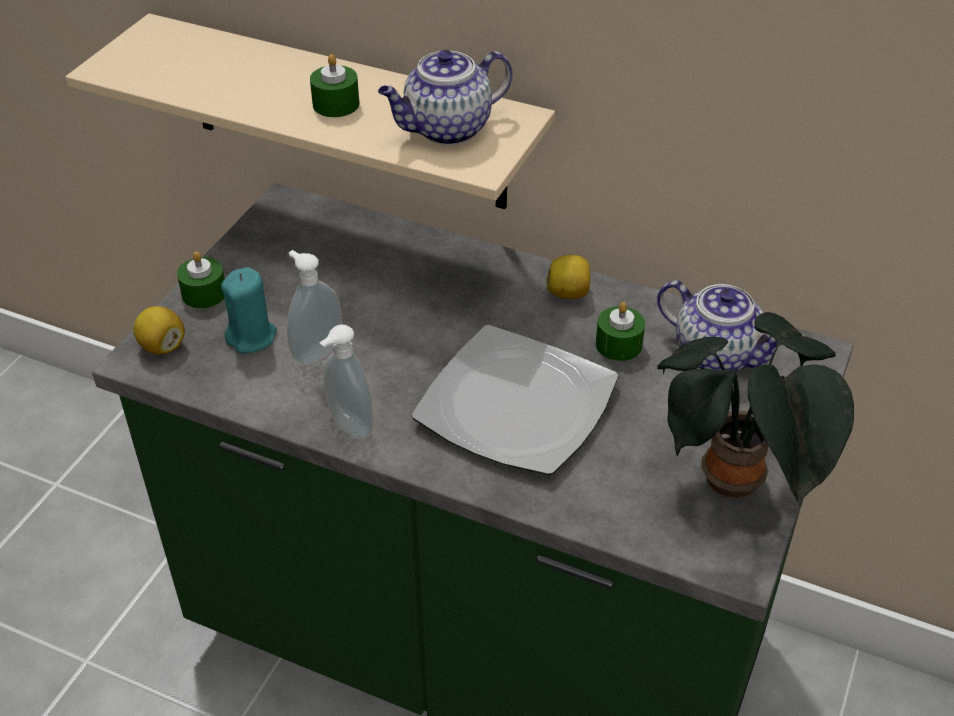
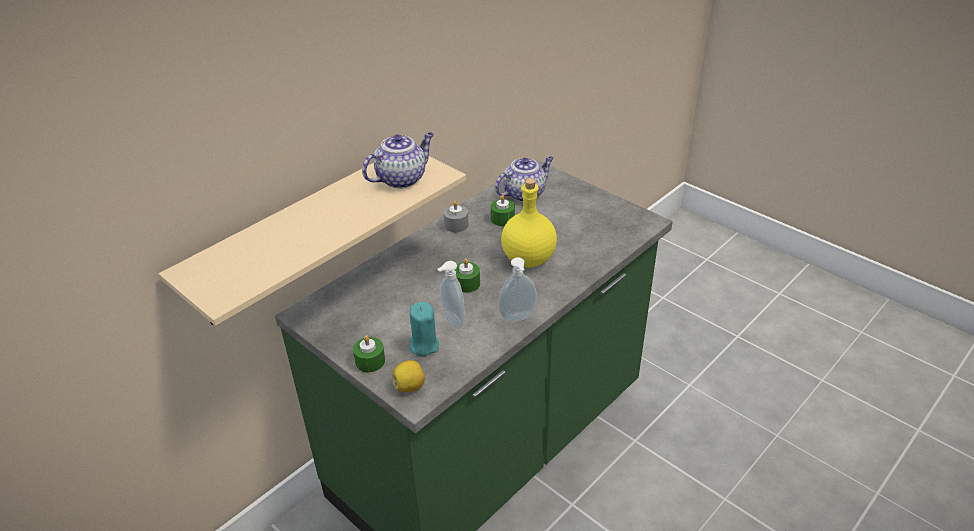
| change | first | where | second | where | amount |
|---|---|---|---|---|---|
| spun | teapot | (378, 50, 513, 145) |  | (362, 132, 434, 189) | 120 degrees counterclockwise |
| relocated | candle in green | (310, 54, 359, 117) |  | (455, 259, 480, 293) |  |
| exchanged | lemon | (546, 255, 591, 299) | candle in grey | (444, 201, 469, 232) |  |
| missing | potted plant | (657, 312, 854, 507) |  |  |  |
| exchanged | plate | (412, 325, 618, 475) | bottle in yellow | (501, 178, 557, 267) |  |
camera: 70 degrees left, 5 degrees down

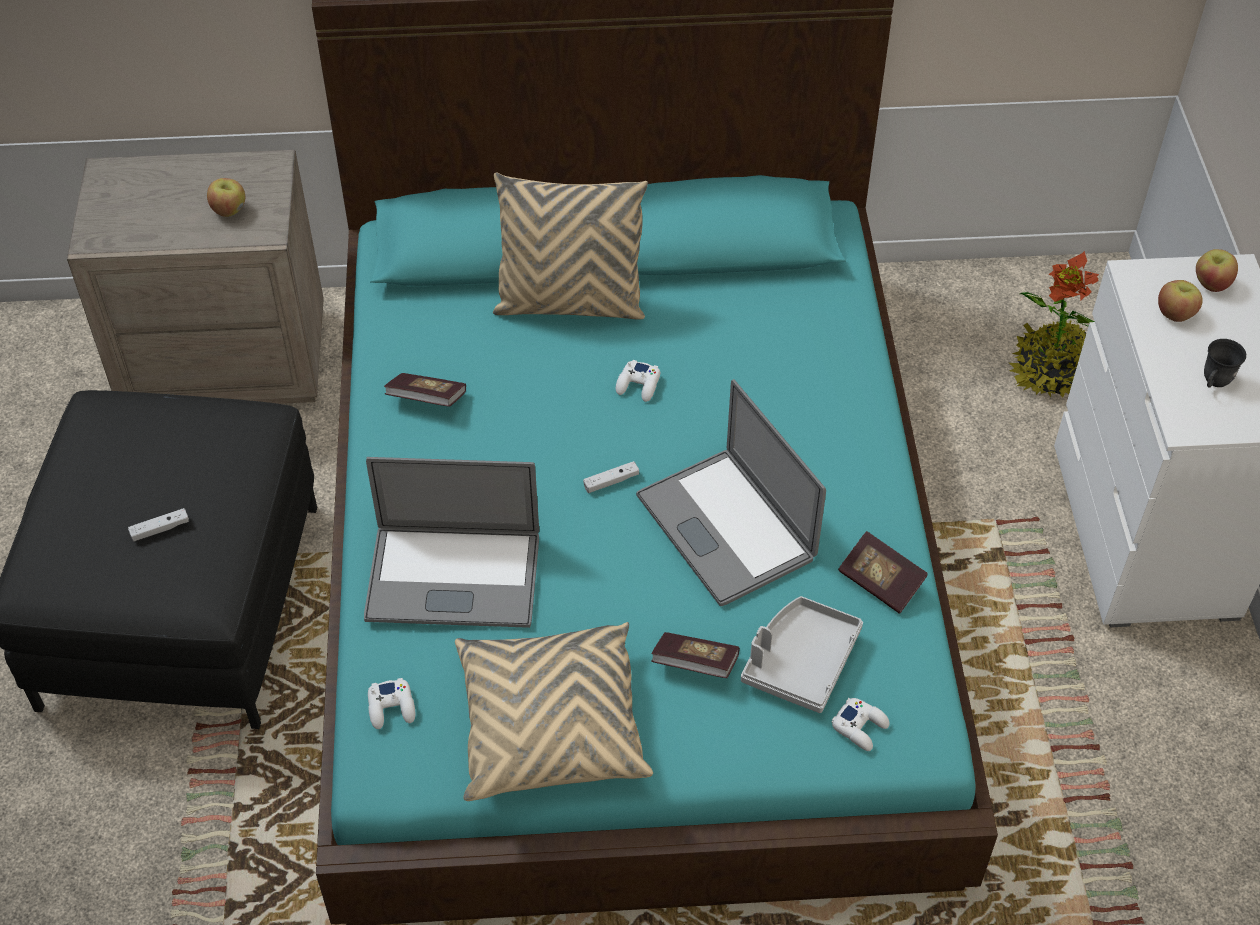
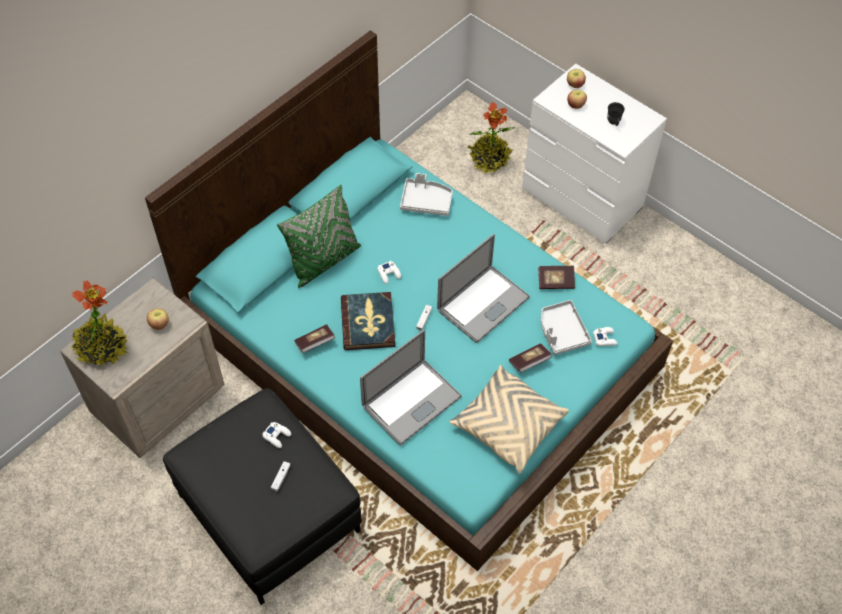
| change | first | where | second | where | amount |
|---|---|---|---|---|---|
| colour | pillow in beige | (493, 173, 648, 320) | pillow in green | (277, 185, 361, 288) |  |
| spun | laptop | (636, 379, 826, 606) |  | (437, 234, 530, 343) | 60 degrees counterclockwise |
| relocated | game controller in white | (368, 678, 415, 729) |  | (262, 422, 291, 448) |  |
| appeared |  |  | tray in grey | (400, 173, 453, 216) |  |
| appeared |  |  | potted plant | (71, 281, 129, 366) |  |
| appeared |  |  | book | (341, 292, 395, 350) |  |
camera: 45 degrees left, 5 degrees up

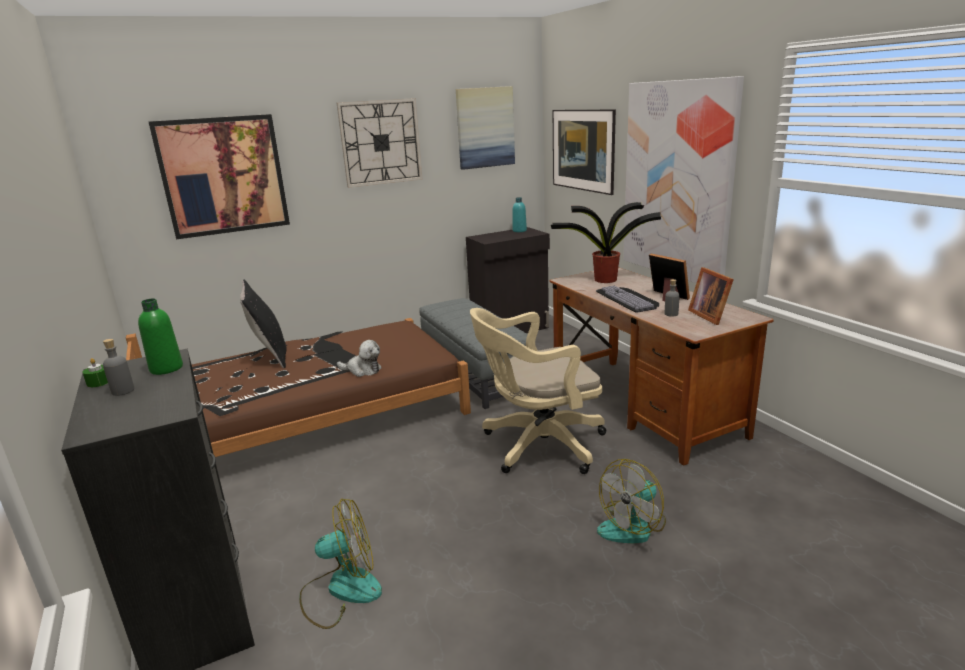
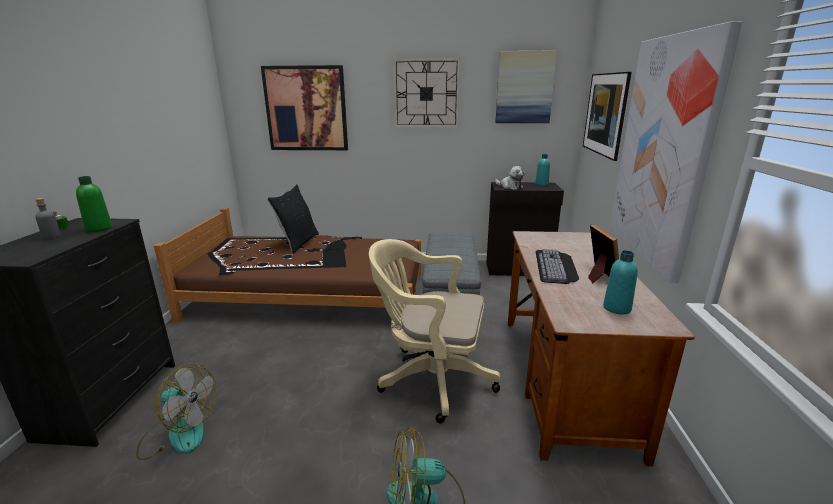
| change | first | where | second | where | amount |
|---|---|---|---|---|---|
| missing | potted plant | (551, 202, 661, 283) |  |  |  |
| exchanged | picture frame | (688, 267, 734, 325) | bottle in turquoise | (603, 250, 638, 314) |  |
| missing | bottle in grey | (665, 279, 680, 317) |  |  |  |
| relocated | plush toy | (337, 340, 382, 377) |  | (495, 166, 525, 189) |  |
camera: 30 degrees right, 0 degrees up

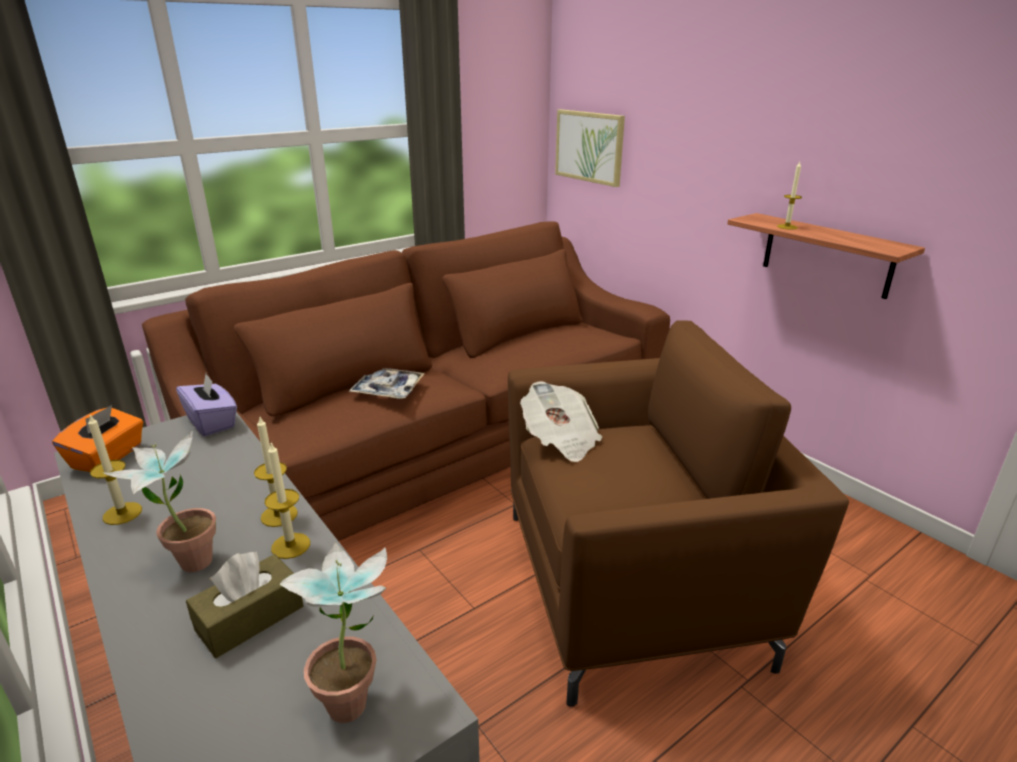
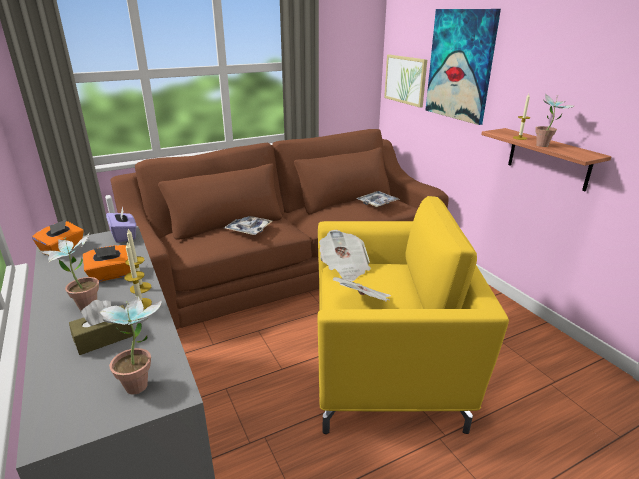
| change | first | where | second | where | amount |
|---|---|---|---|---|---|
| colour | armchair in brown | (508, 320, 849, 707) | armchair in yellow | (318, 196, 509, 434) |  |
| missing | candle | (88, 415, 142, 525) |  |  |  |
| appeared |  |  | picture | (426, 9, 501, 125) |  |
| appeared |  |  | potted plant | (535, 93, 574, 147) |  |
| appeared |  |  | tray | (356, 191, 400, 207) |  |
| appeared |  |  | tissue box in orange | (83, 245, 131, 282) |  |
| appeared |  |  | newspaper | (333, 277, 391, 302) |  |
camera: 10 degrees right, 0 degrees up

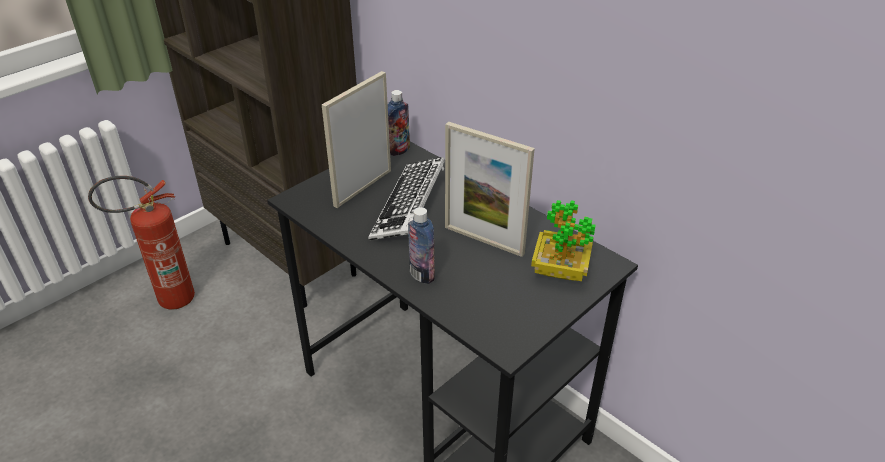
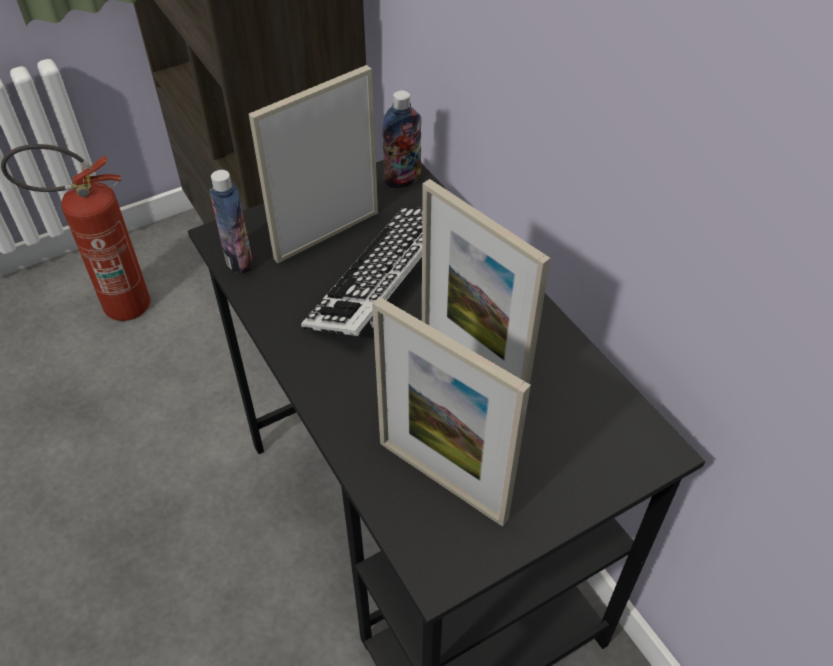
| change | first | where | second | where | amount |
|---|---|---|---|---|---|
| missing | potted plant | (531, 200, 596, 281) |  |  |  |
| relocated | bottle | (408, 207, 435, 284) |  | (209, 170, 253, 274) |  |
| appeared |  |  | picture frame | (372, 297, 531, 527) |  |
camera: 15 degrees right, 10 degrees up

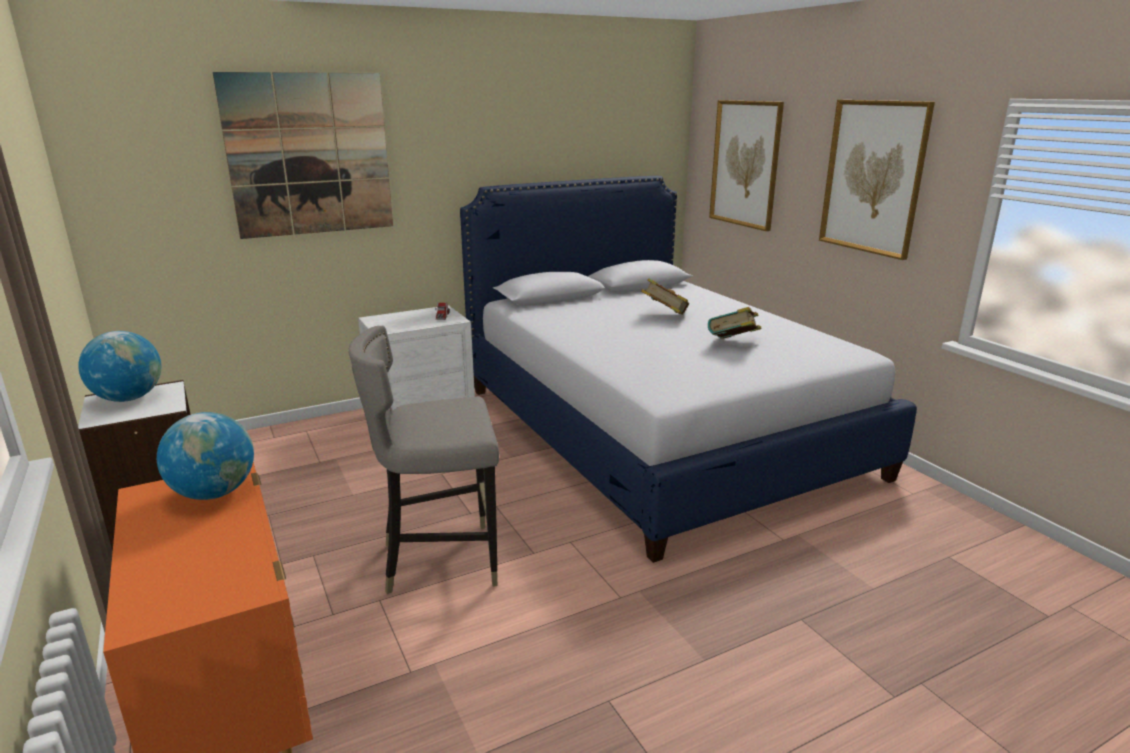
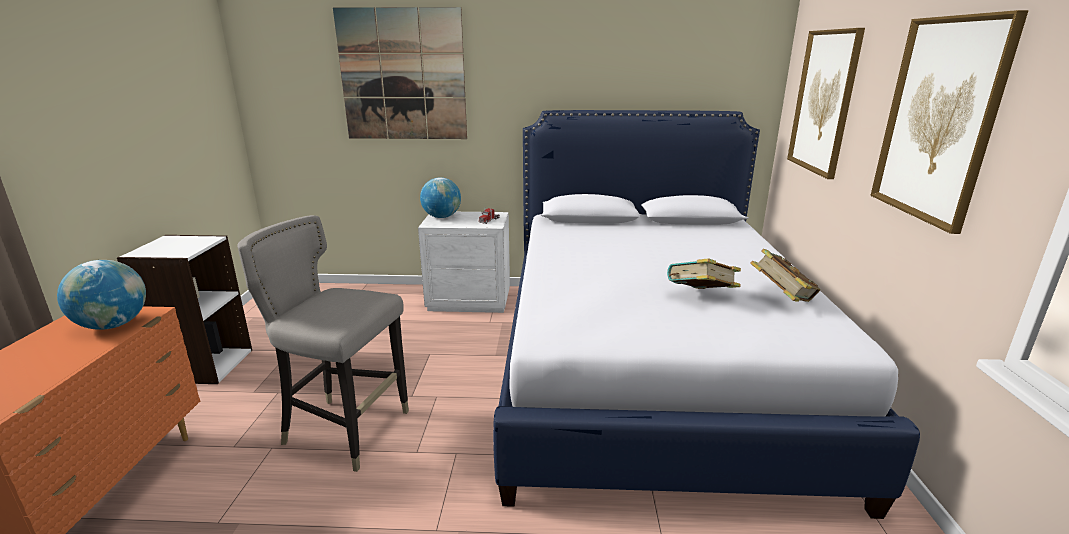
| change | first | where | second | where | amount |
|---|---|---|---|---|---|
| relocated | book | (641, 278, 689, 315) |  | (750, 249, 820, 302) |  |
| relocated | globe | (78, 331, 161, 402) |  | (420, 177, 461, 218) |  |
camera: 30 degrees right, 0 degrees up

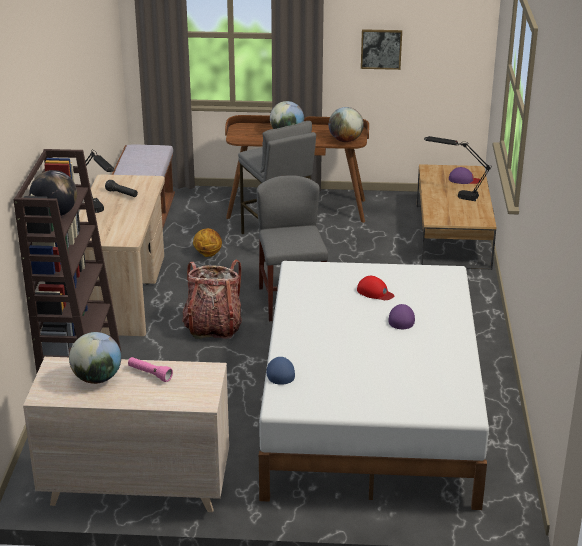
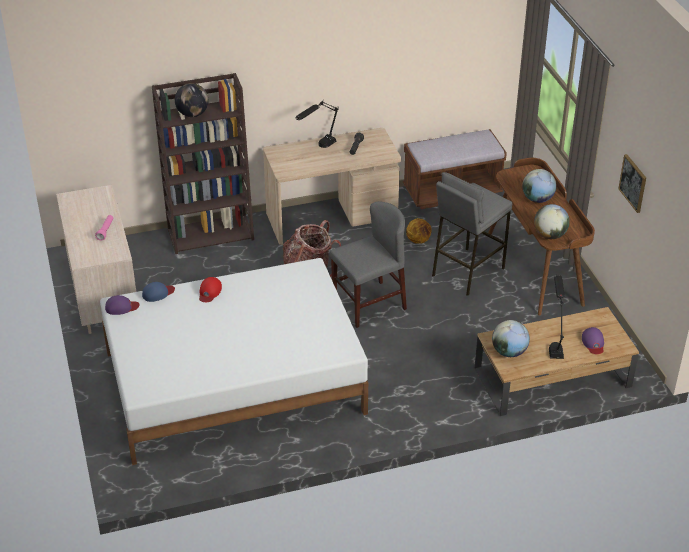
| change | first | where | second | where | amount |
|---|---|---|---|---|---|
| relocated | cap in red | (357, 276, 395, 300) |  | (199, 277, 222, 302) |  |
| relocated | cap in purple | (388, 304, 415, 329) |  | (105, 295, 140, 315) |  |
| relocated | globe | (69, 332, 121, 384) |  | (492, 320, 530, 357) |  |
camera: 70 degrees right, 10 degrees up

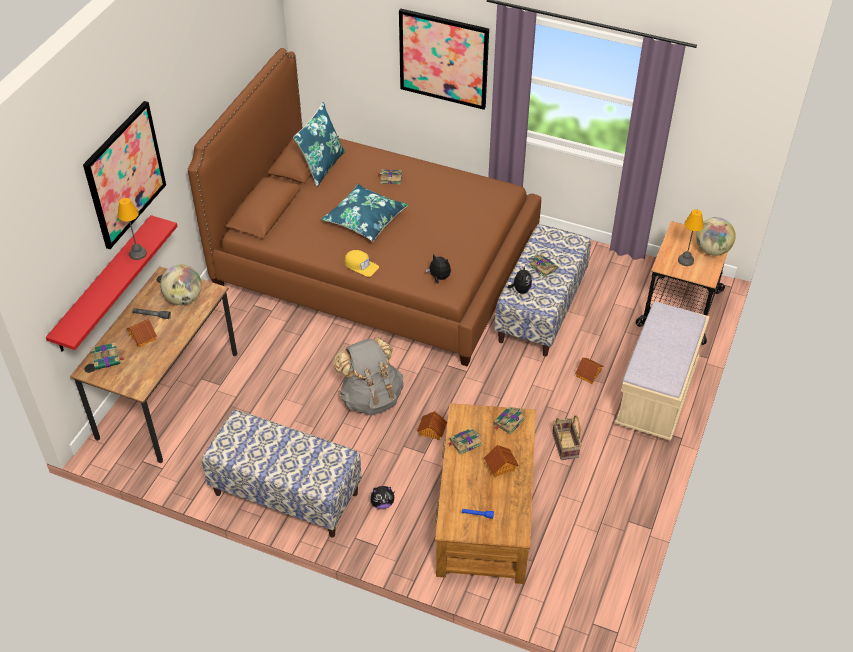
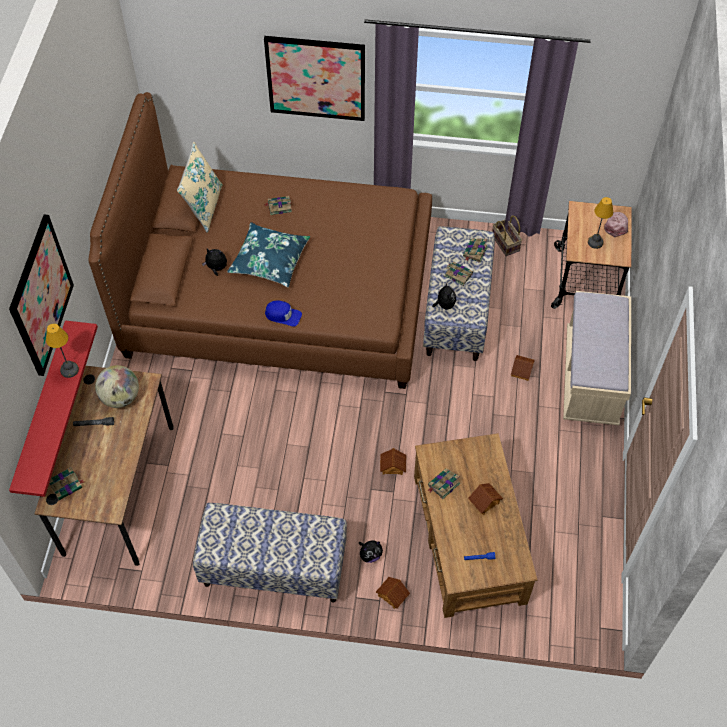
| change | first | where | second | where | amount |
|---|---|---|---|---|---|
| colour | pillow in blue | (293, 102, 345, 187) | pillow in beige | (177, 142, 223, 233) |  |
| exchanged | globe | (696, 217, 736, 256) | cap in pink | (604, 212, 628, 237) |  |
| colour | cap in yellow | (344, 250, 379, 277) | cap in blue | (265, 300, 302, 327) |  |
| relocated | plush toy | (426, 254, 451, 284) |  | (202, 249, 227, 276) |  |
| relocated | toy house | (127, 319, 157, 348) |  | (376, 577, 410, 609) |  |
| missing | backpack in grey | (334, 337, 404, 415) |  |  |  |
| relocated | book | (493, 406, 525, 435) |  | (463, 239, 488, 263) |  |
| relocated | basket | (552, 415, 581, 460) |  | (492, 215, 522, 256) |  |
camera: 15 degrees left, 10 degrees up

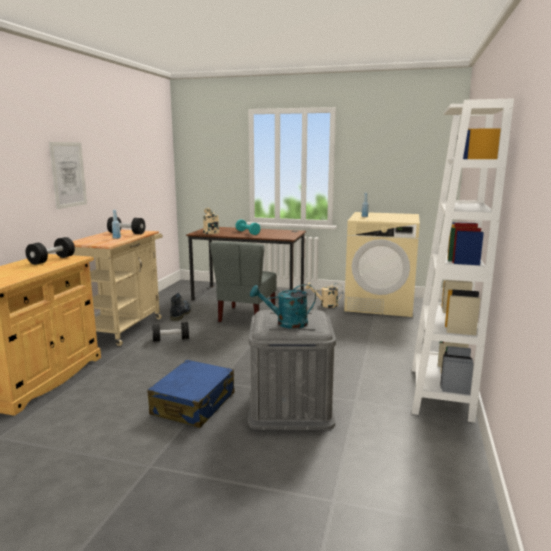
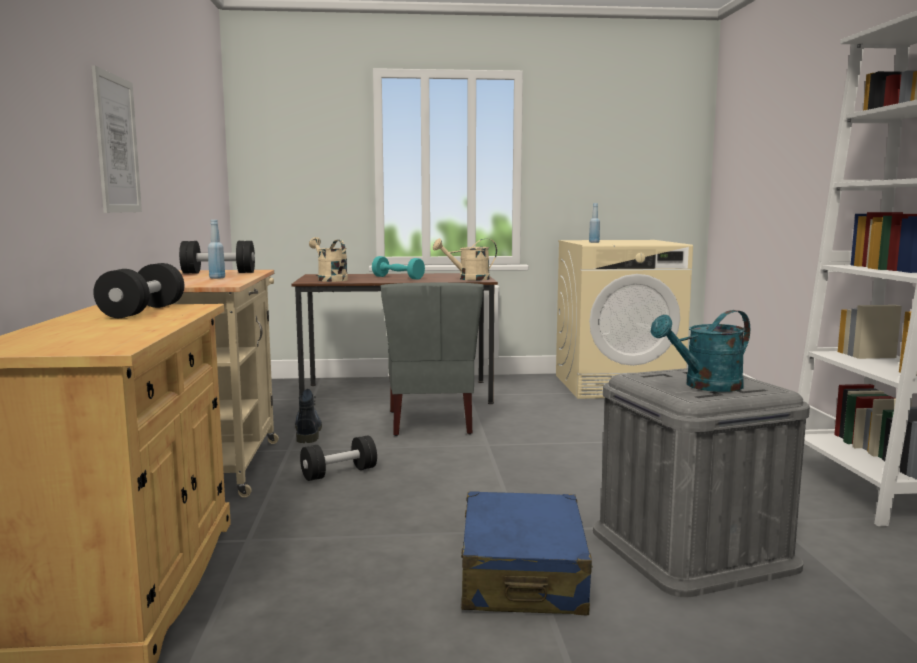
| change | first | where | second | where | amount |
|---|---|---|---|---|---|
| relocated | watering can in beige | (306, 283, 343, 308) |  | (433, 238, 497, 280) |  |
camera: 20 degrees left, 5 degrees down

